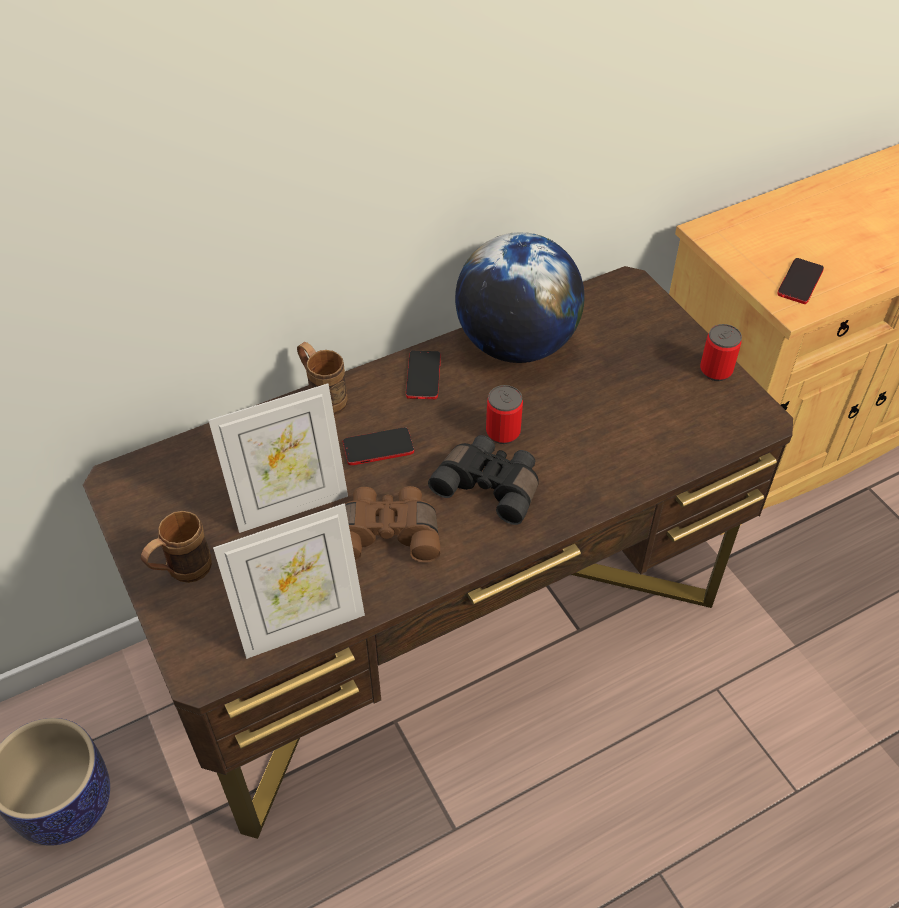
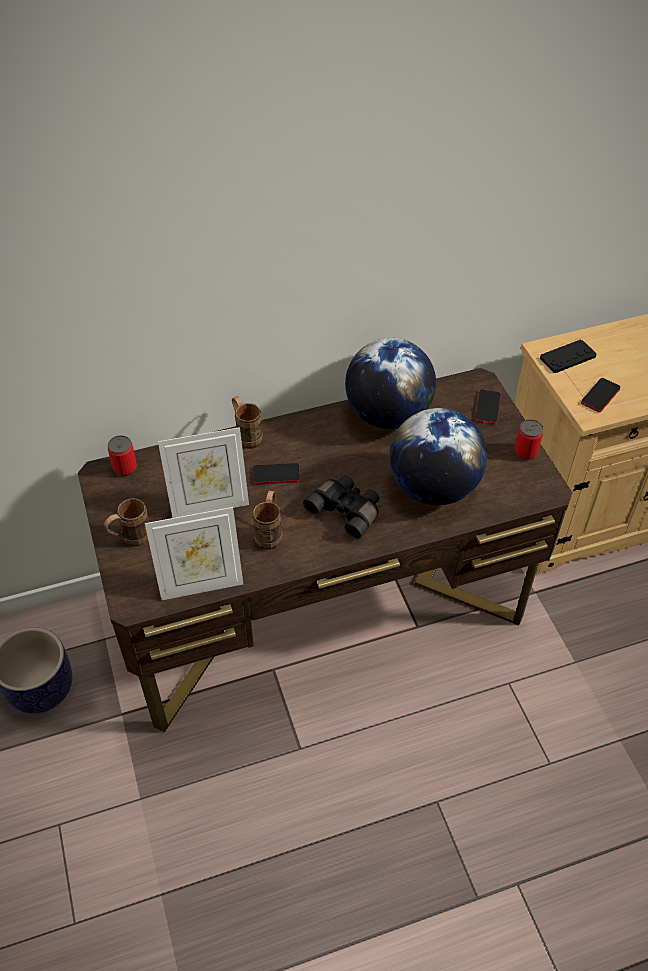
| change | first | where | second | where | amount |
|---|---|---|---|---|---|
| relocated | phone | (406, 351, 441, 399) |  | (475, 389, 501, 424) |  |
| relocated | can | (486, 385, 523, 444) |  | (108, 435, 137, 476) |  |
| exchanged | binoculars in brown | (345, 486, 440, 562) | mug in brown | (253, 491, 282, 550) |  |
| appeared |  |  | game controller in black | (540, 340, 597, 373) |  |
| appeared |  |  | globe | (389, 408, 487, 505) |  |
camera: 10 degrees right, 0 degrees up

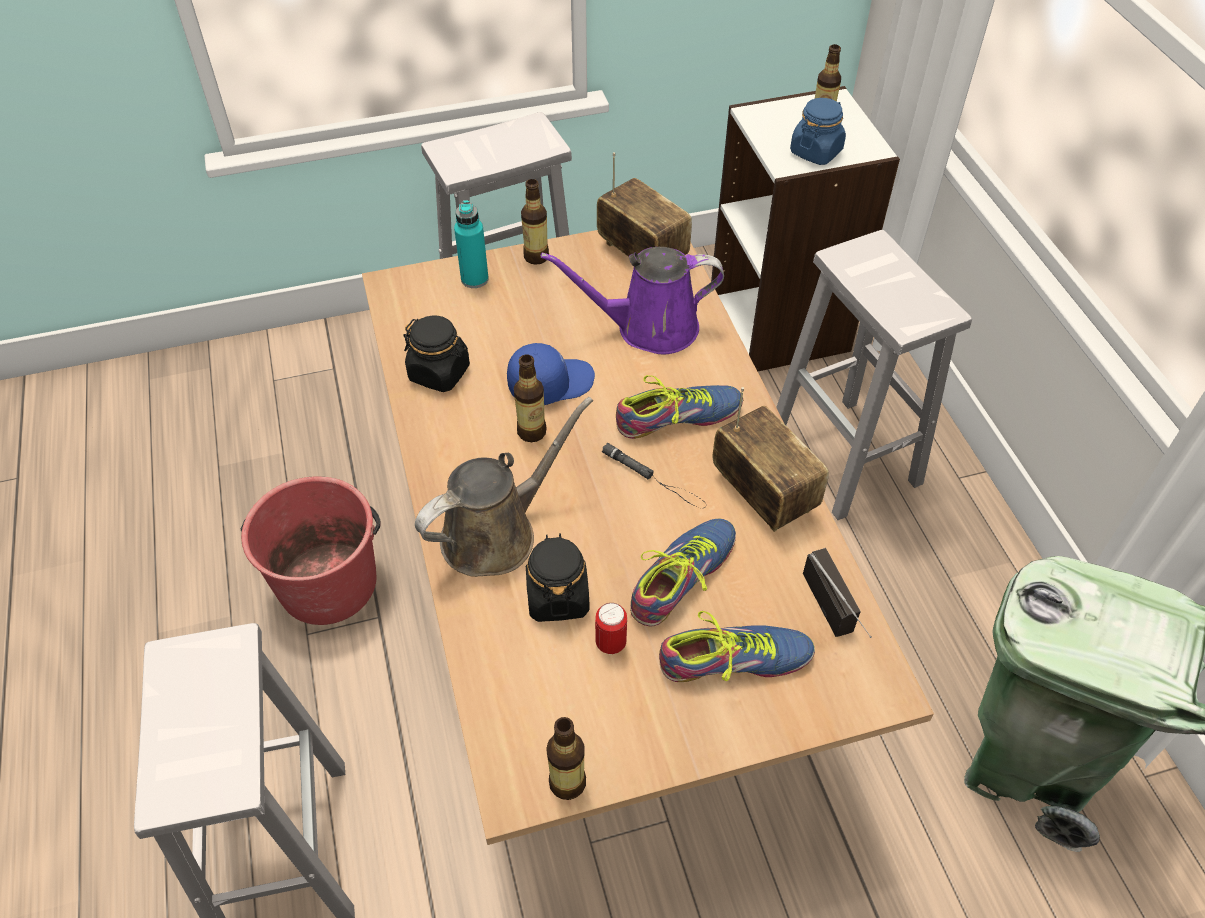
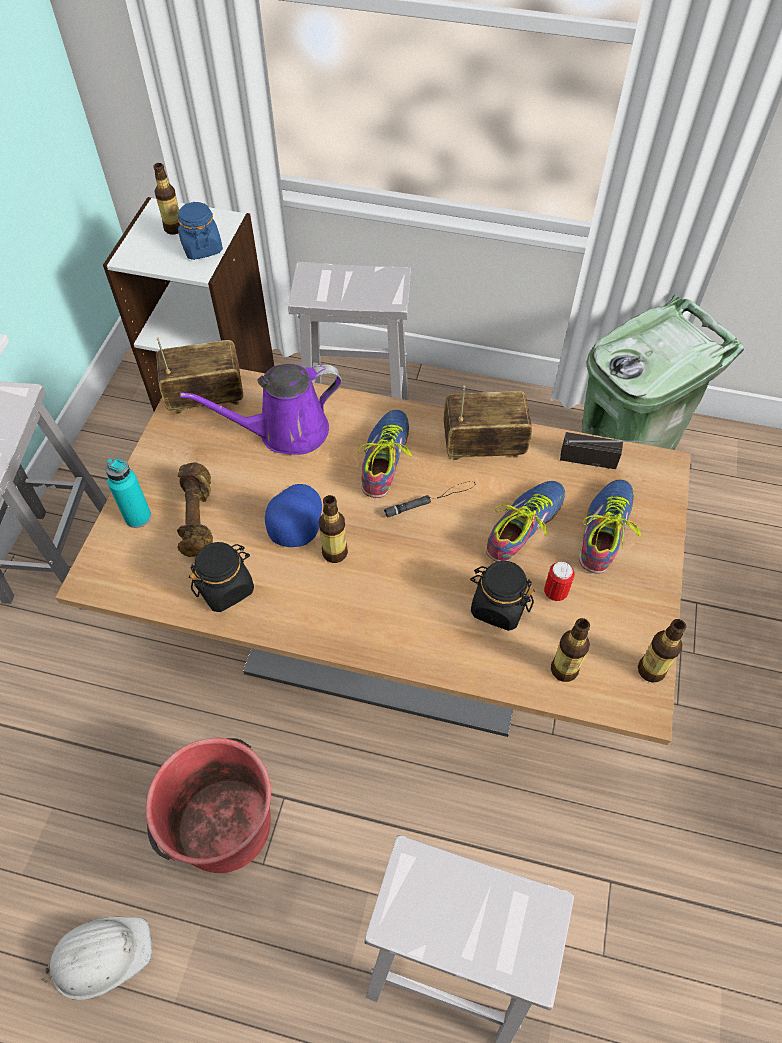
| change | first | where | second | where | amount |
|---|---|---|---|---|---|
| relocated | bottle | (521, 179, 549, 265) |  | (551, 618, 590, 682) |  |
| spun | watering can in purple | (541, 247, 724, 354) |  | (180, 364, 342, 455) | 45 degrees clockwise |
| missing | watering can in brown | (415, 397, 593, 577) |  |  |  |
| spun | shoe | (630, 519, 736, 626) |  | (486, 481, 566, 562) | 60 degrees clockwise |
| appeared |  |  | dumbbell in brown | (177, 463, 213, 557) |  |
| appeared |  |  | hard hat in white | (41, 917, 153, 1000) |  |
camera: 60 degrees left, 5 degrees up

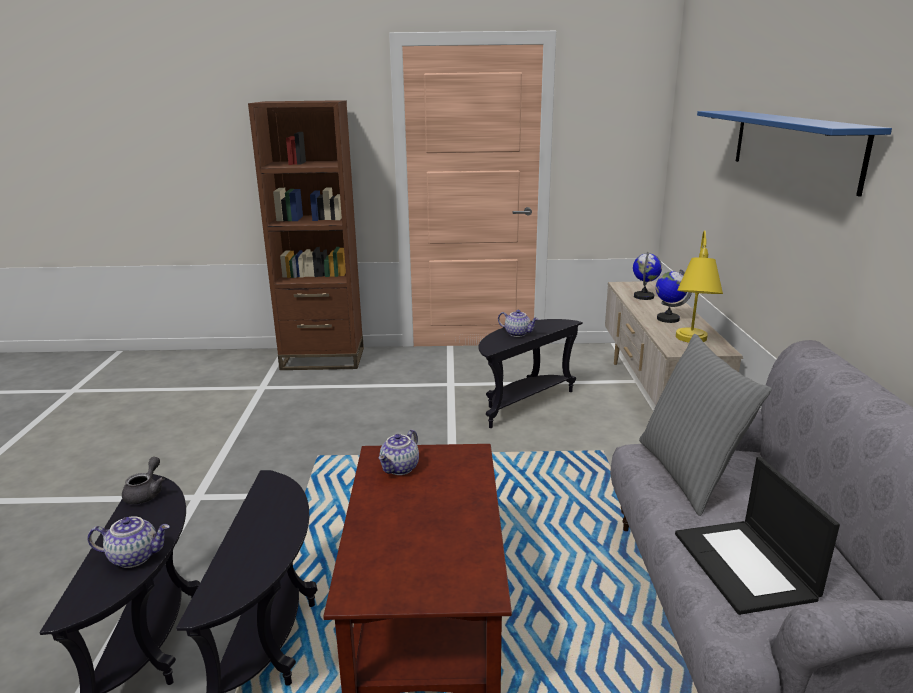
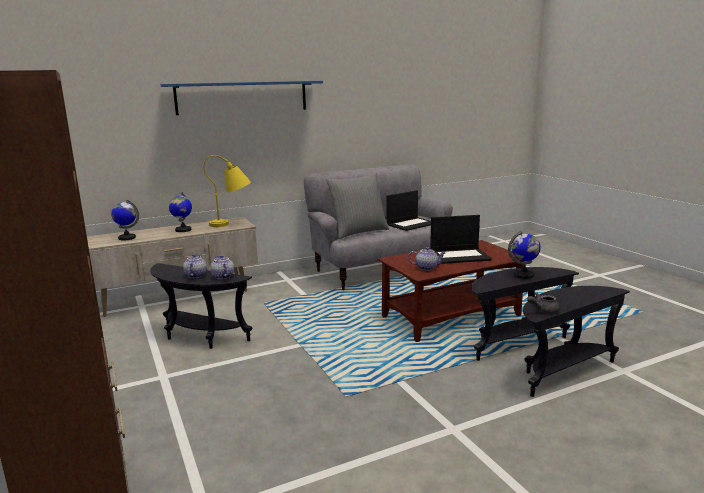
| change | first | where | second | where | amount |
|---|---|---|---|---|---|
| relocated | teapot | (88, 516, 170, 568) |  | (210, 255, 234, 279) |  |
| appeared |  |  | laptop | (430, 215, 492, 264) |  |
| appeared |  |  | globe | (508, 231, 541, 279) |  |
camera: 115 degrees left, 5 degrees down

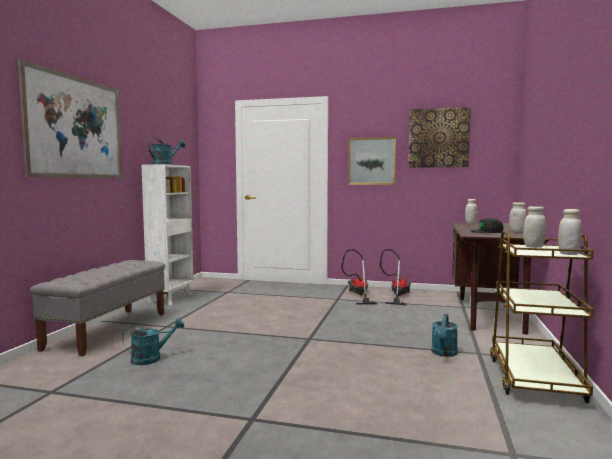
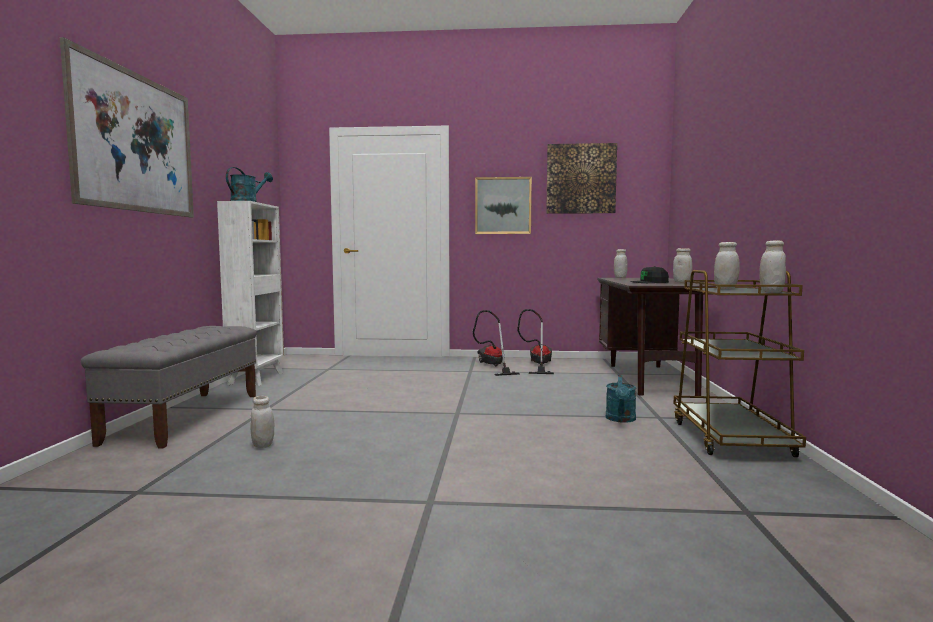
| change | first | where | second | where | amount |
|---|---|---|---|---|---|
| exchanged | watering can in turquoise | (122, 318, 184, 365) | jar in white | (250, 396, 274, 448) |  |
camera: 10 degrees left, 0 degrees up

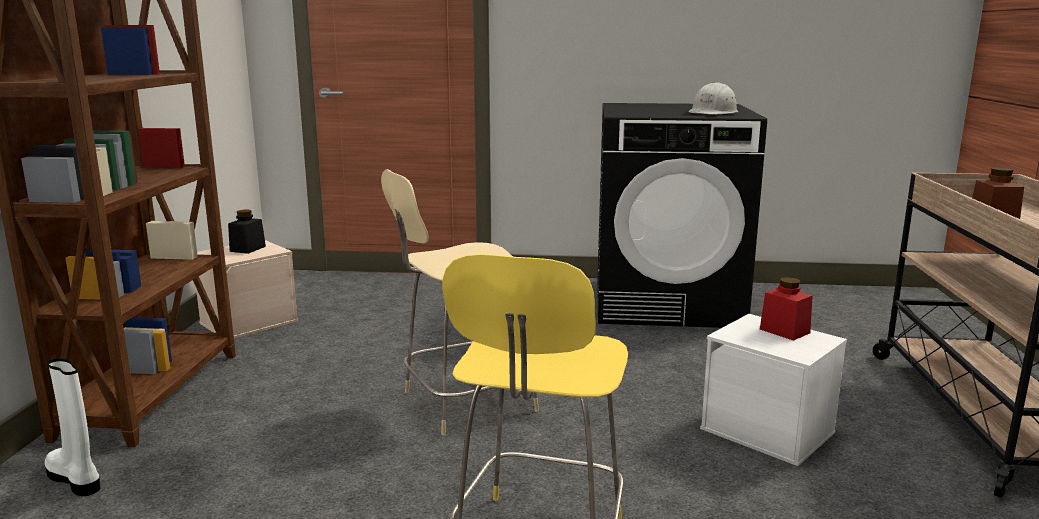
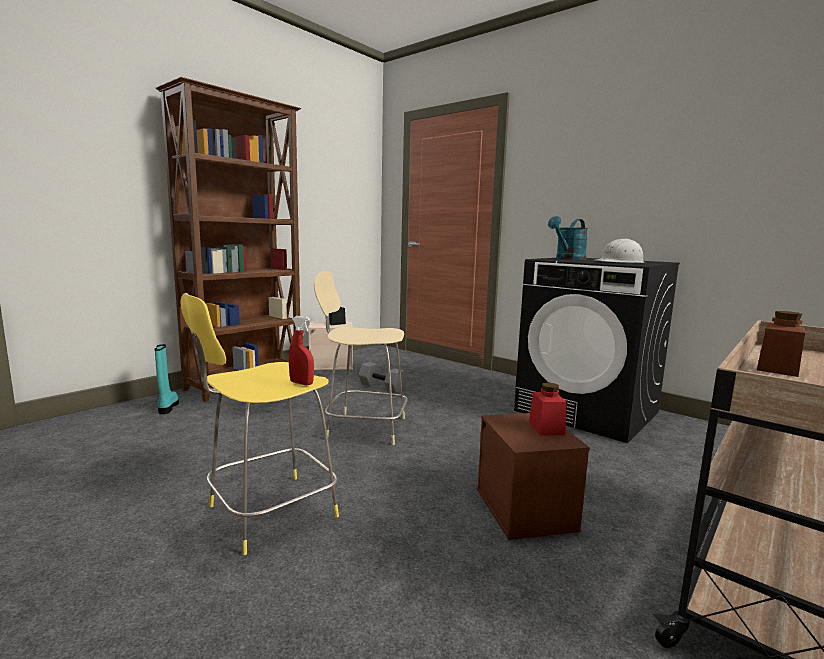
| change | first | where | second | where | amount |
|---|---|---|---|---|---|
| colour | storage box in white | (700, 314, 847, 466) | storage box in brown | (477, 413, 590, 540) |  |
| colour | boot in white | (44, 358, 100, 496) | boot in turquoise | (154, 344, 179, 414) |  |
| appeared |  |  | watering can in turquoise | (548, 216, 588, 260) |  |
| appeared |  |  | spray bottle in red | (289, 316, 314, 385) |  |
| appeared |  |  | dumbbell in grey | (359, 362, 407, 394) |  |
camera: 35 degrees right, 5 degrees down

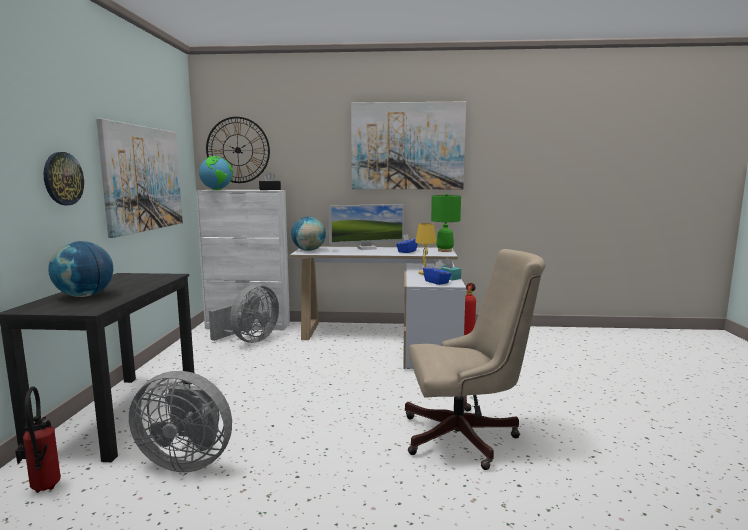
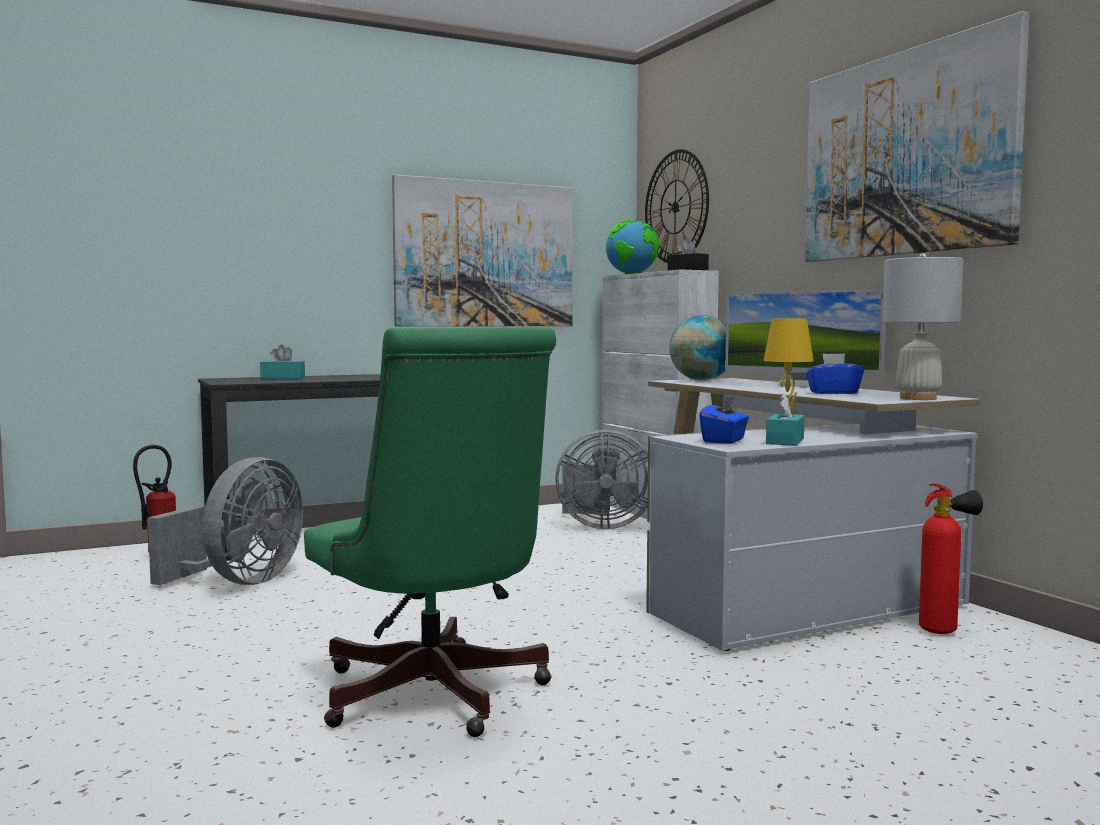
| change | first | where | second | where | amount |
|---|---|---|---|---|---|
| missing | wall clock | (44, 152, 84, 205) |  |  |  |
| colour | table lamp in green | (431, 193, 461, 252) | table lamp in white | (883, 253, 963, 400) |  |
| exchanged | globe | (48, 241, 113, 297) | tissue box in turquoise | (260, 345, 305, 379) |  |
| colour | office chair in beige | (405, 249, 545, 470) | office chair in green | (304, 327, 556, 737) |  |
| spun | fan in grey | (129, 371, 232, 472) |  | (148, 457, 303, 585) | 135 degrees counterclockwise |
camera: 60 degrees right, 5 degrees down

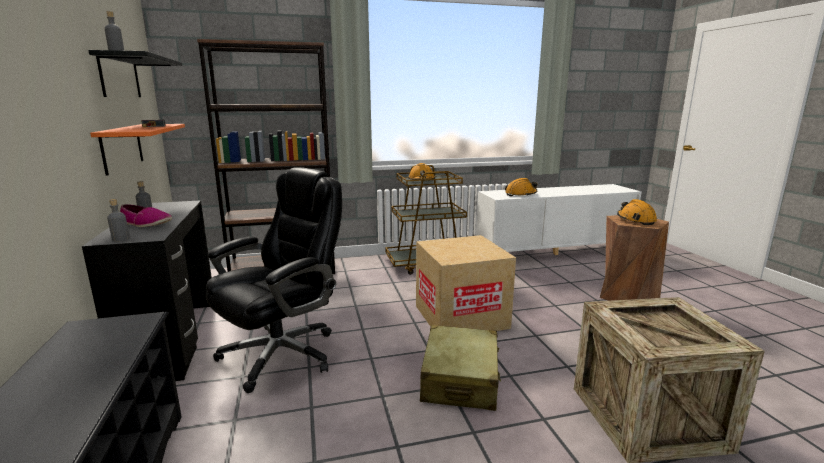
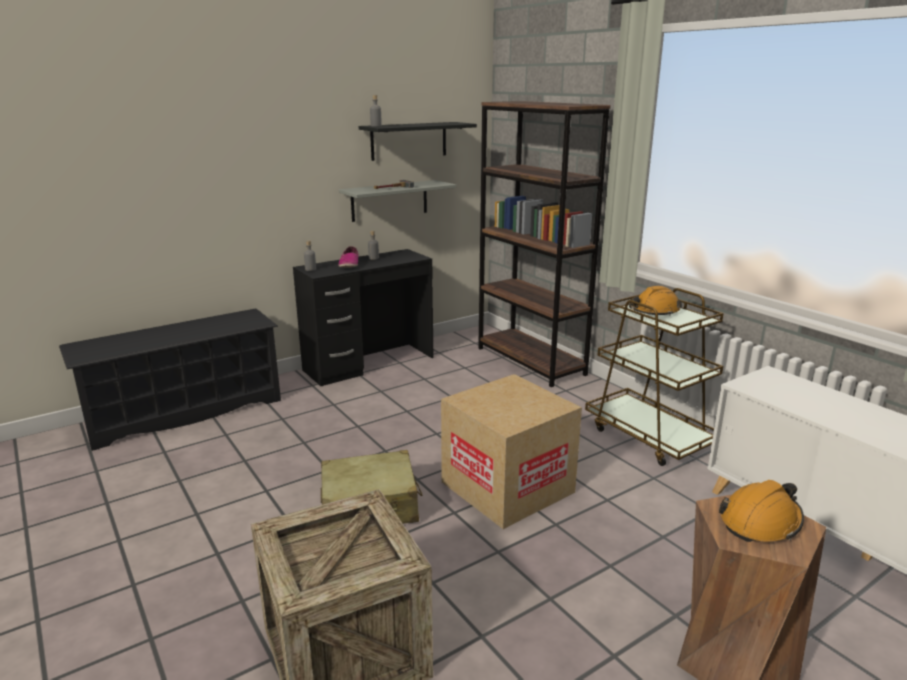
| change | first | where | second | where | amount |
|---|---|---|---|---|---|
| colour | shelf in orange | (90, 124, 185, 176) | shelf in grey | (339, 180, 456, 222) |  |
| missing | office chair in black | (206, 167, 342, 393) |  |  |  |
| missing | hard hat in orange | (505, 178, 537, 196) |  |  |  |
camera: 70 degrees right, 5 degrees up

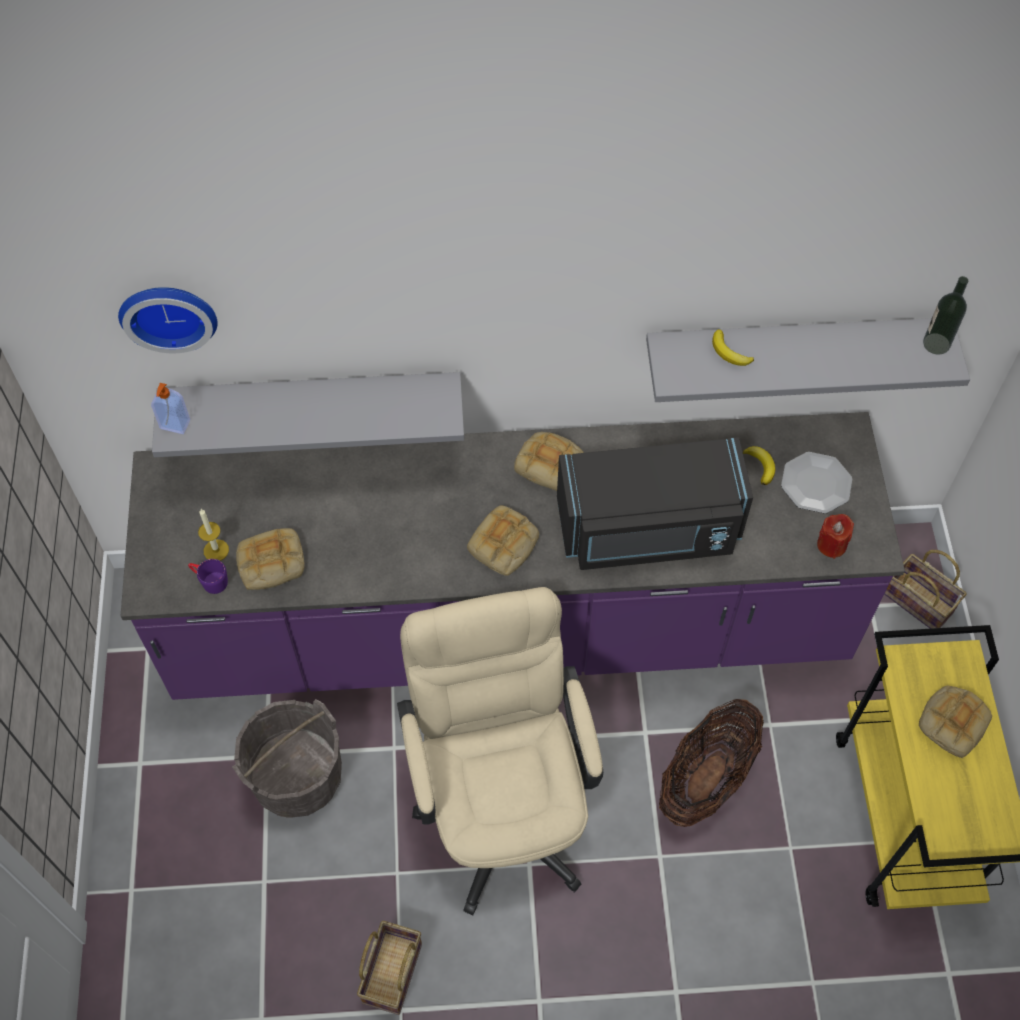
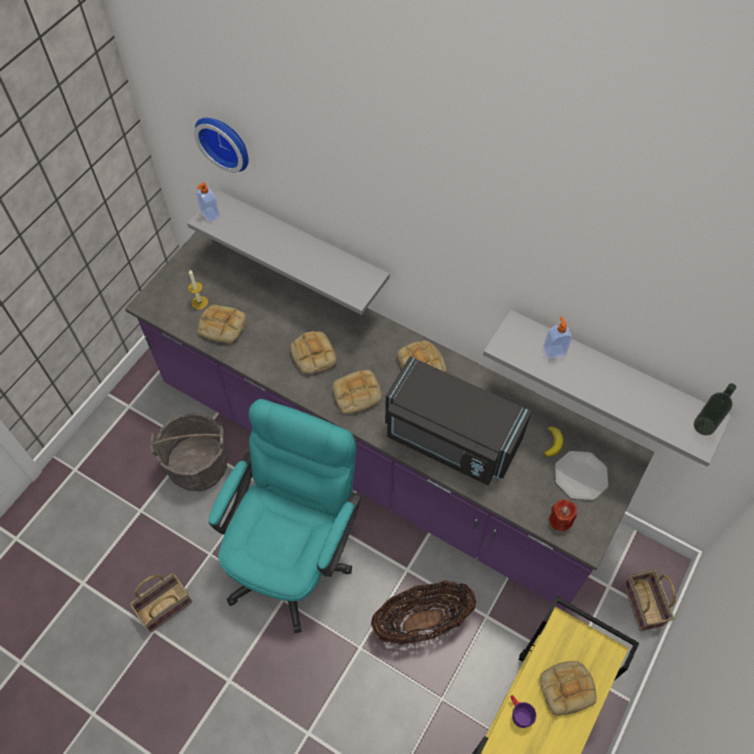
| change | first | where | second | where | amount |
|---|---|---|---|---|---|
| exchanged | banana | (712, 329, 754, 366) | soap dispenser | (543, 317, 572, 359) |  |
| relocated | mug in purple | (188, 559, 228, 594) |  | (511, 695, 536, 728) |  |
| colour | office chair in beige | (397, 587, 603, 916) | office chair in turquoise | (209, 399, 362, 633) |  |
| appeared |  |  | bread | (290, 331, 337, 374) |  |
camera: 35 degrees right, 0 degrees up

